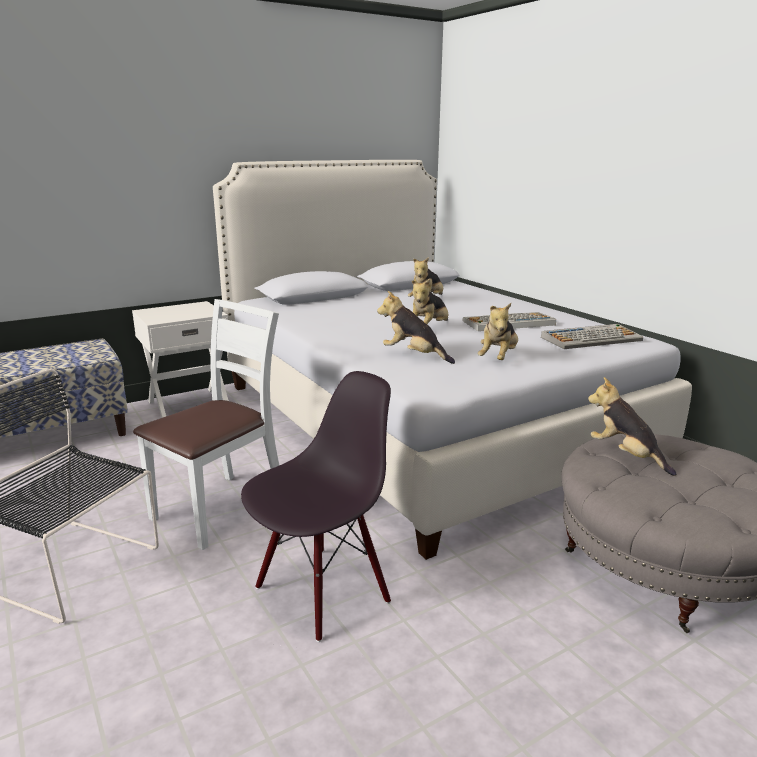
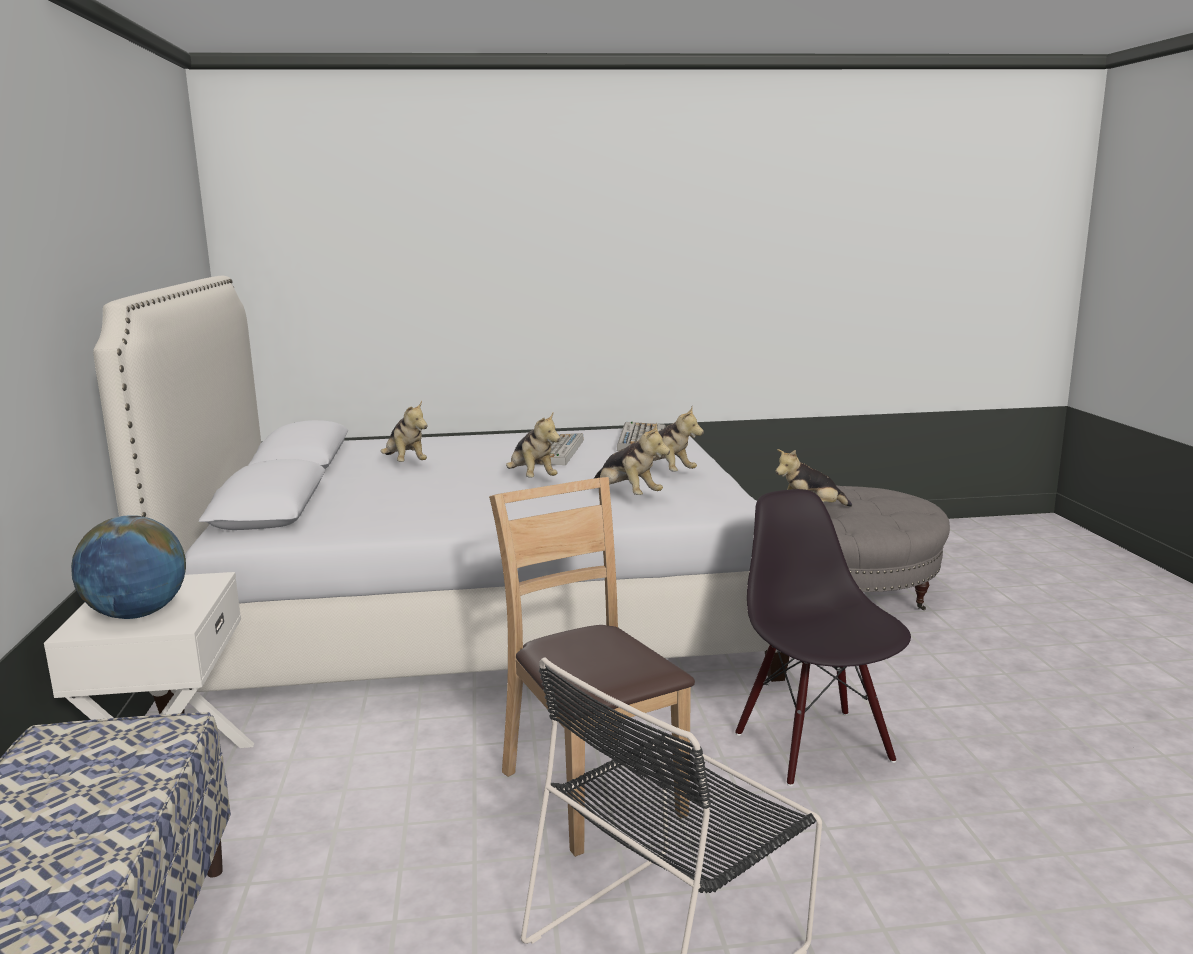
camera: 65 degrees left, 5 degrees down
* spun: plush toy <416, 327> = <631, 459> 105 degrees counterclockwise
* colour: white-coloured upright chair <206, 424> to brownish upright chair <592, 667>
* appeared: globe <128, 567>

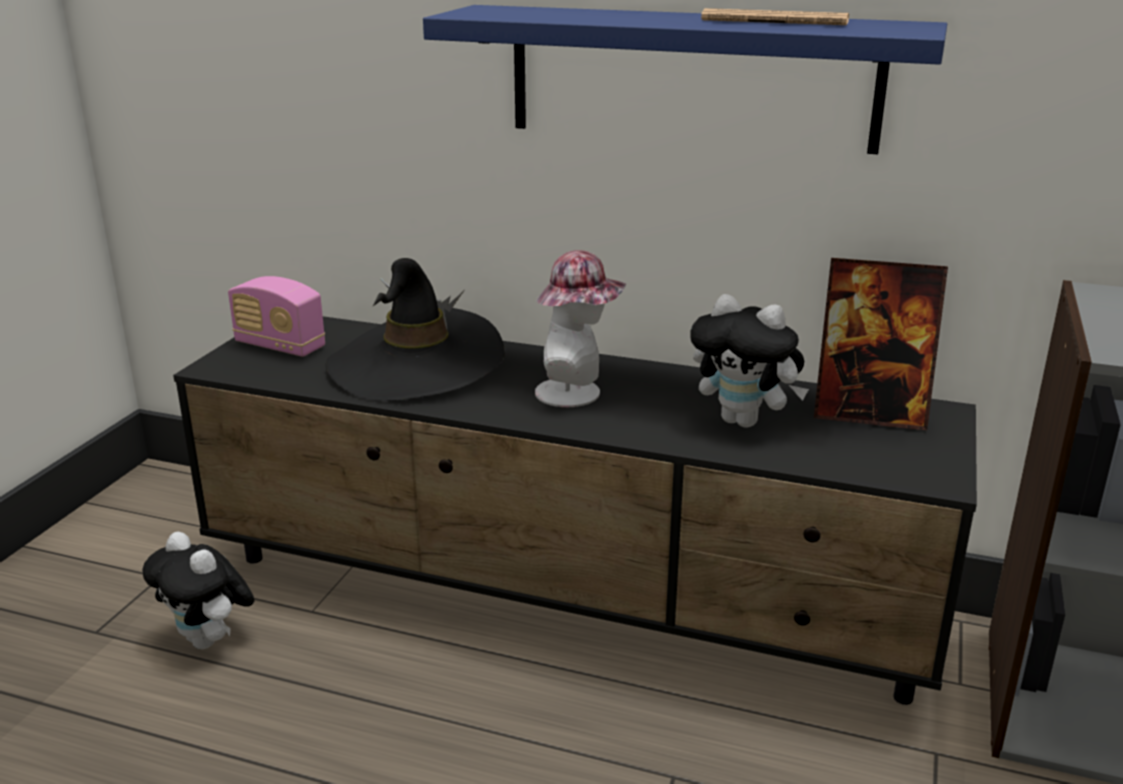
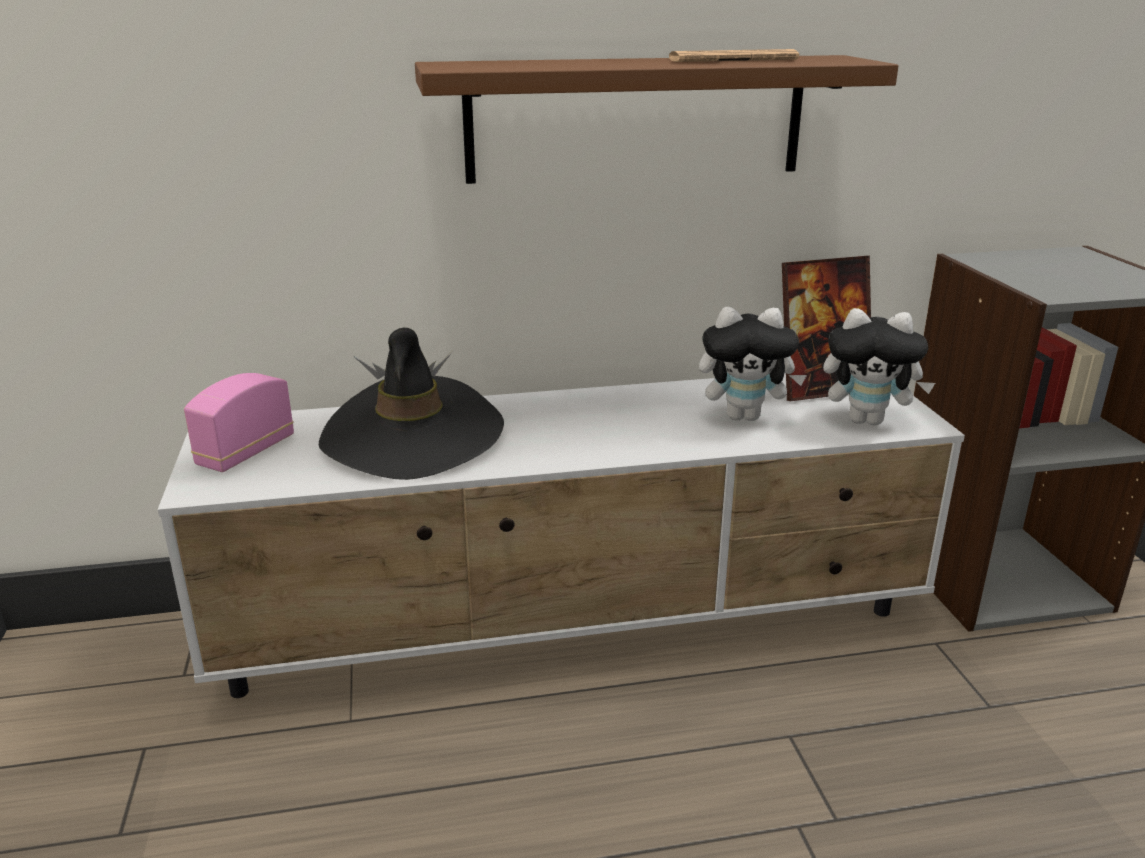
camera: 30 degrees left, 0 degrees up
* colour: blue-coloured shelf <685, 79> to brownish shelf <656, 119>
* missing: clothing hat <581, 328>
* spun: radio <276, 316> = <239, 422> 120 degrees clockwise
* colour: black tv unit <575, 510> to white-coloured tv unit <561, 535>
* relocated: plush toy <198, 590> to <879, 366>

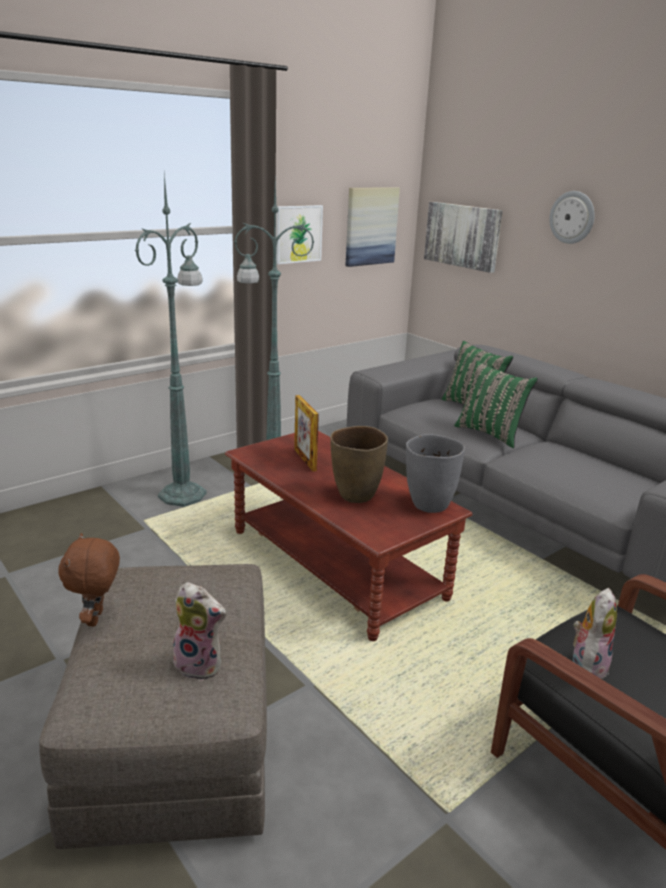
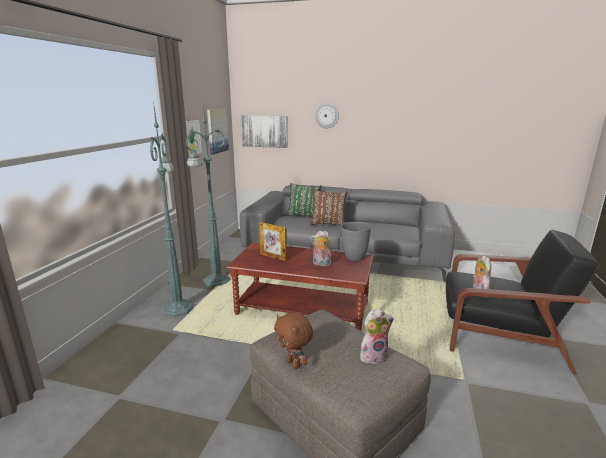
camera: 35 degrees left, 5 degrees down
* colour: greenish cushion <496, 404> to brownish cushion <329, 208>
* exchanged: brownish flower vase <359, 464> to plush toy <320, 248>

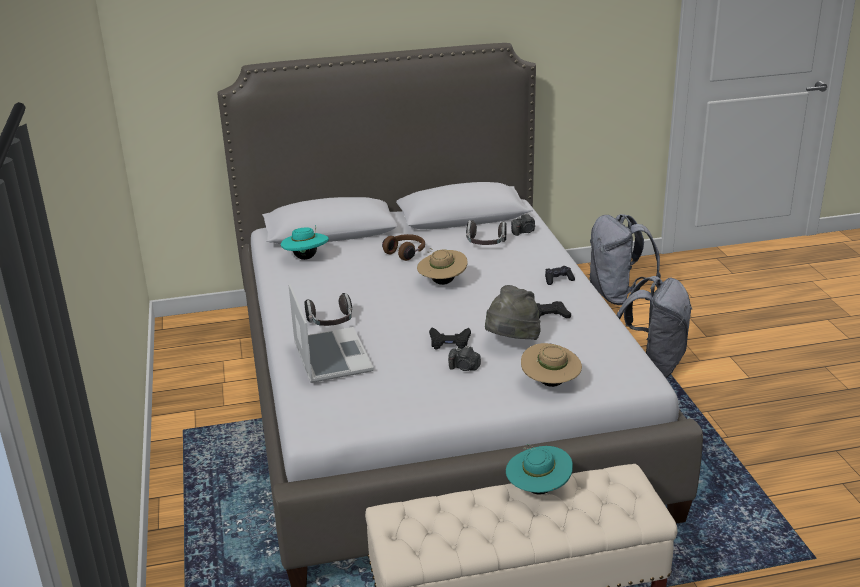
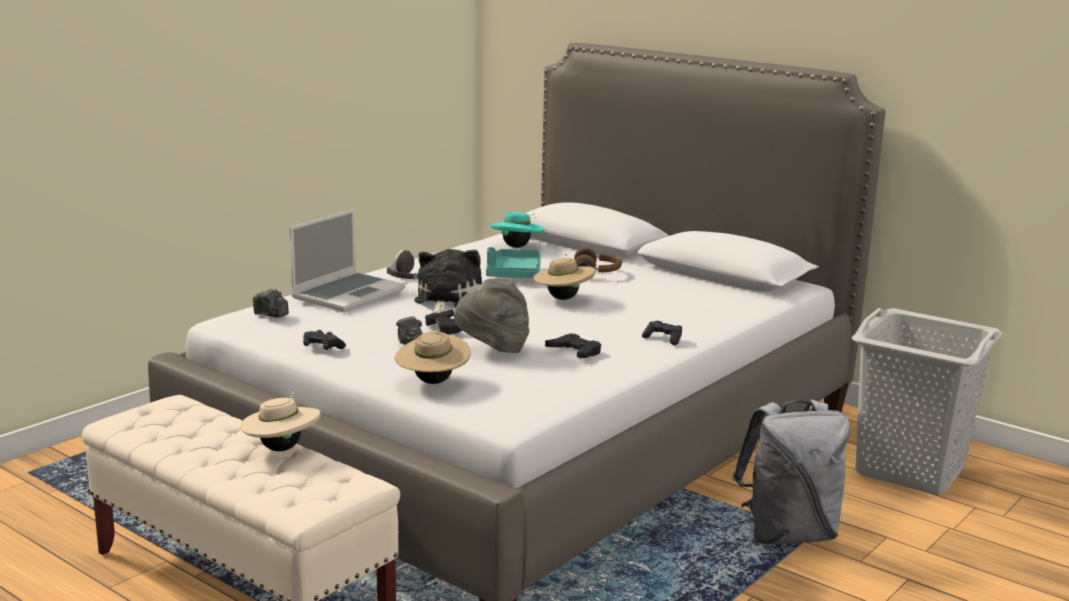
camera: 50 degrees right, 10 degrees down
* relocated: still camera <523, 225> to <271, 303>
* exchanged: gray rucksack <625, 259> to gray hamper <927, 401>
* missing: headset <486, 232>
* colour: turquoise-coloured clothing hat <539, 469> to beige-coloured clothing hat <280, 421>
* appeared: turquoise-coloured tray <513, 262>
* appeared: plush toy <448, 281>
* appeared: black game controller <324, 340>

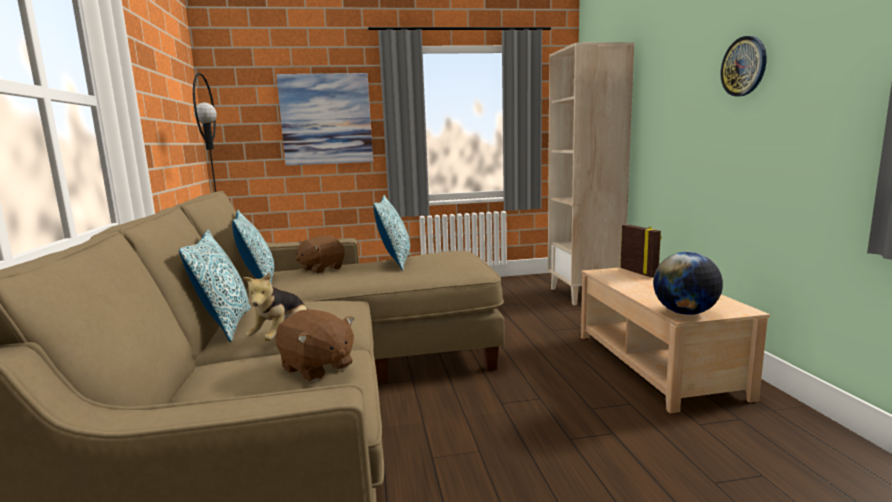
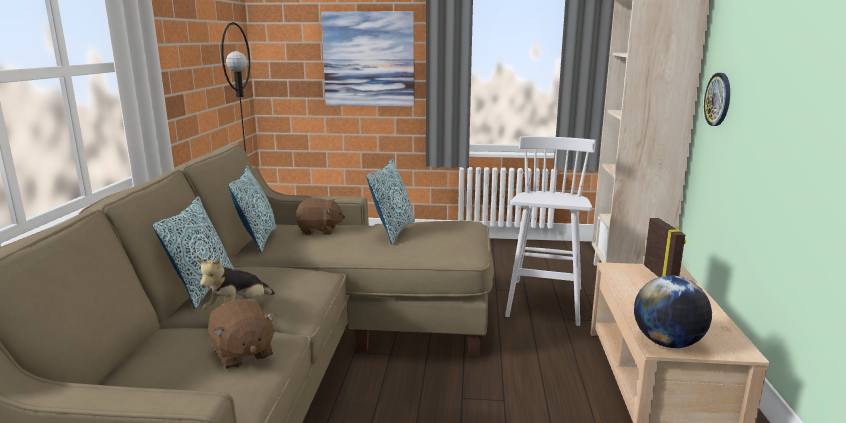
camera: 15 degrees right, 5 degrees up
* relocated: hanging clock <744, 66> to <717, 99>
* spun: brownish plush toy <320, 254> = <320, 216> 150 degrees counterclockwise
* appeared: white-coloured sitting stool <550, 231>

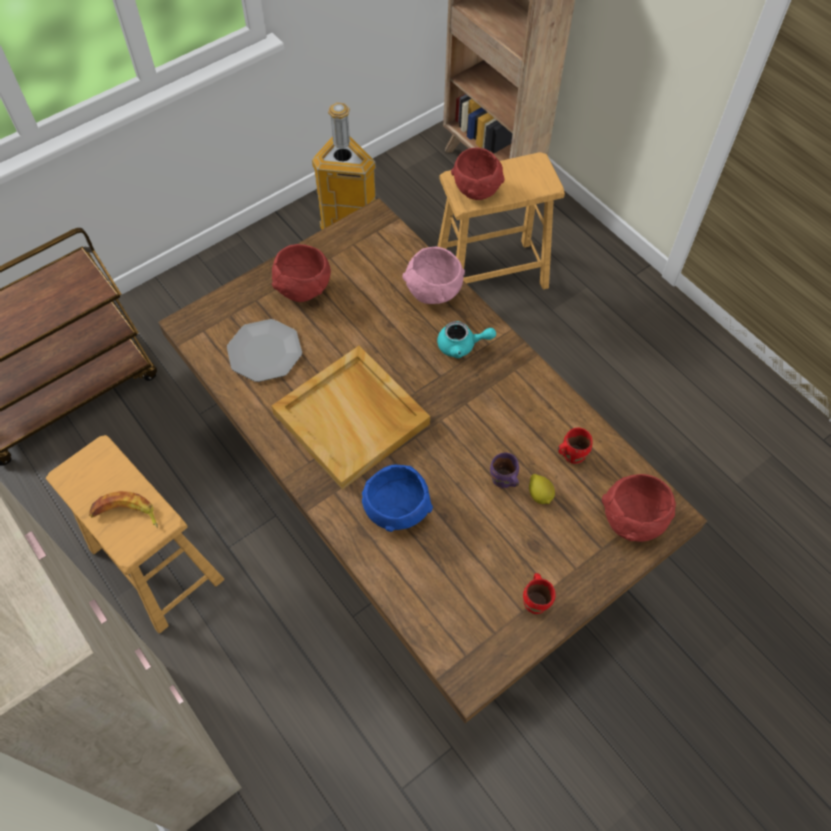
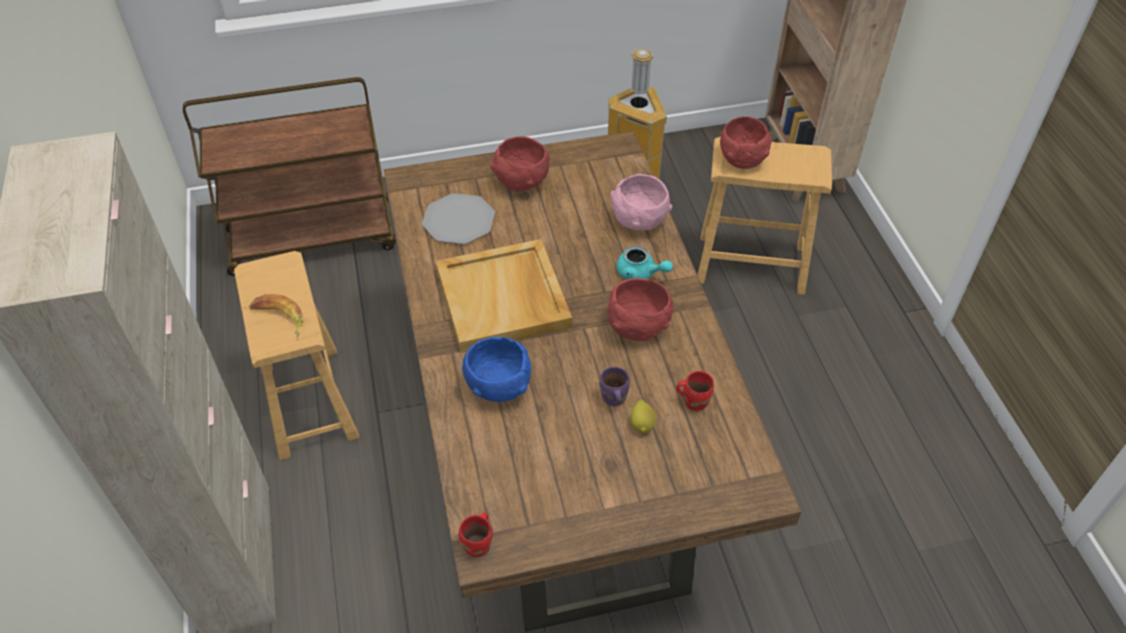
camera: 25 degrees right, 10 degrees down
* relocated: red deep dish <639, 508> to <640, 309>
* relocated: red mug <539, 593> to <476, 535>

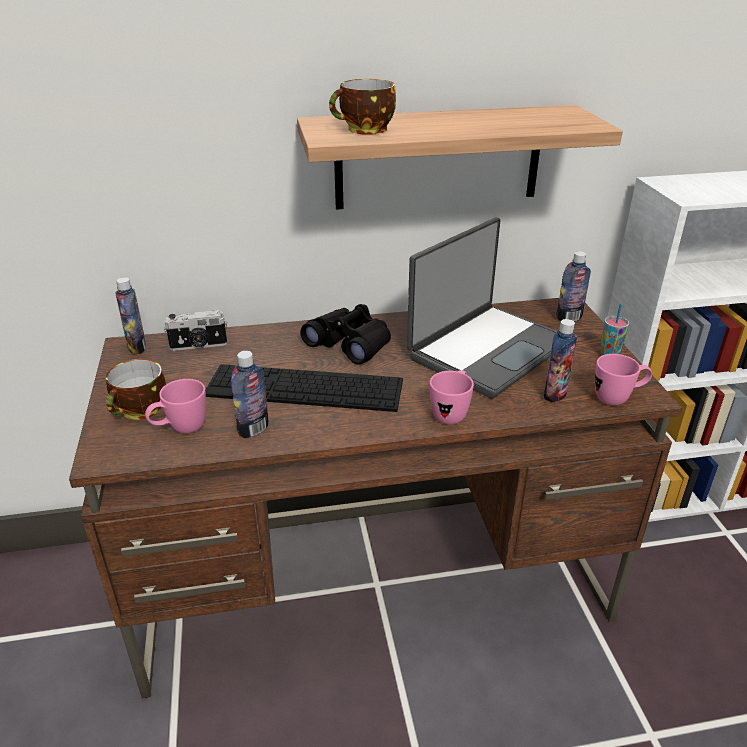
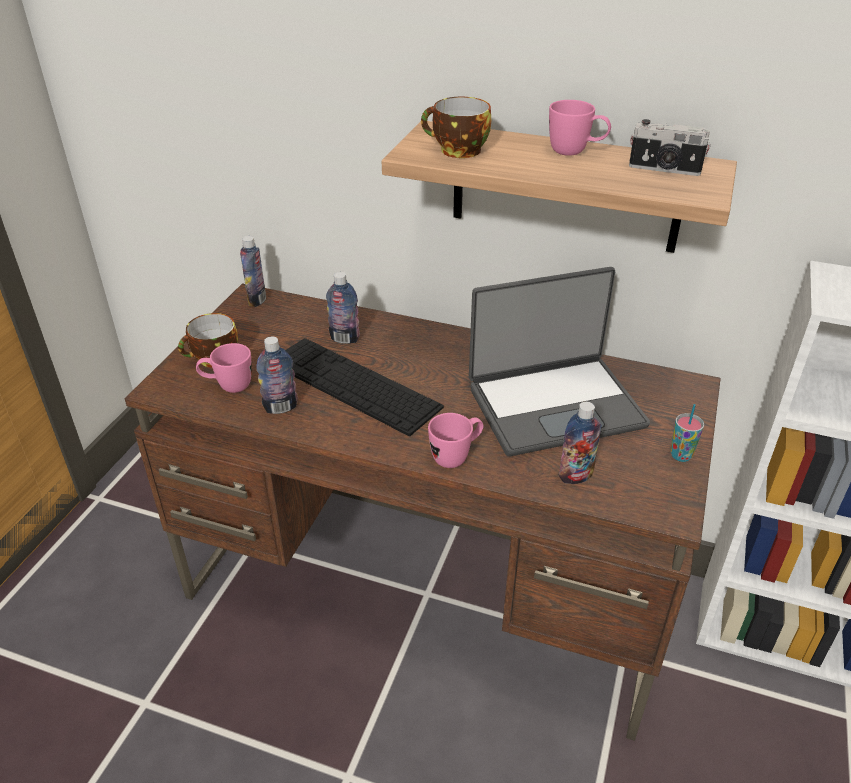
camera: 30 degrees right, 5 degrees up
* relocated: drink bottle <573, 286> to <343, 308>
* missing: black binoculars <345, 334>
* relocated: still camera <195, 330> to <670, 147>
* relocated: pink-coloured mug <623, 379> to <580, 128>

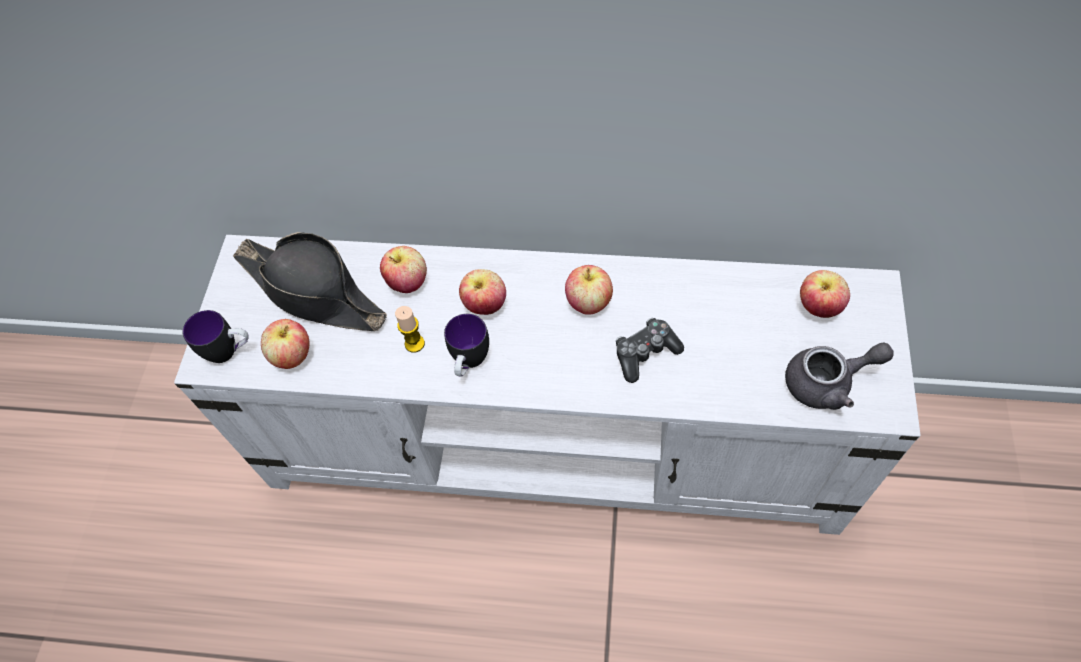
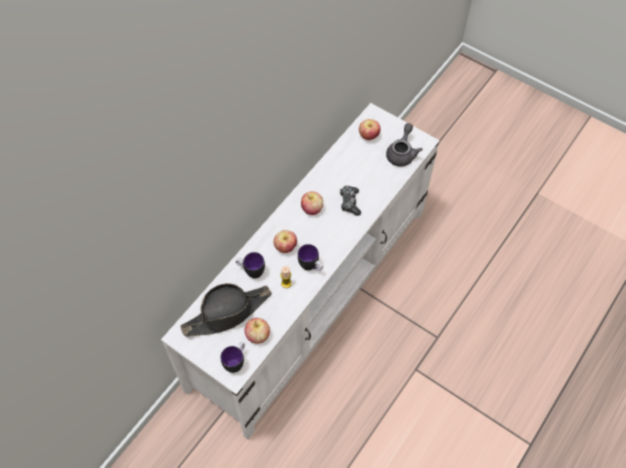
camera: 65 degrees left, 0 degrees up
* exchanged: apple fruit <403, 269> to mug <250, 265>

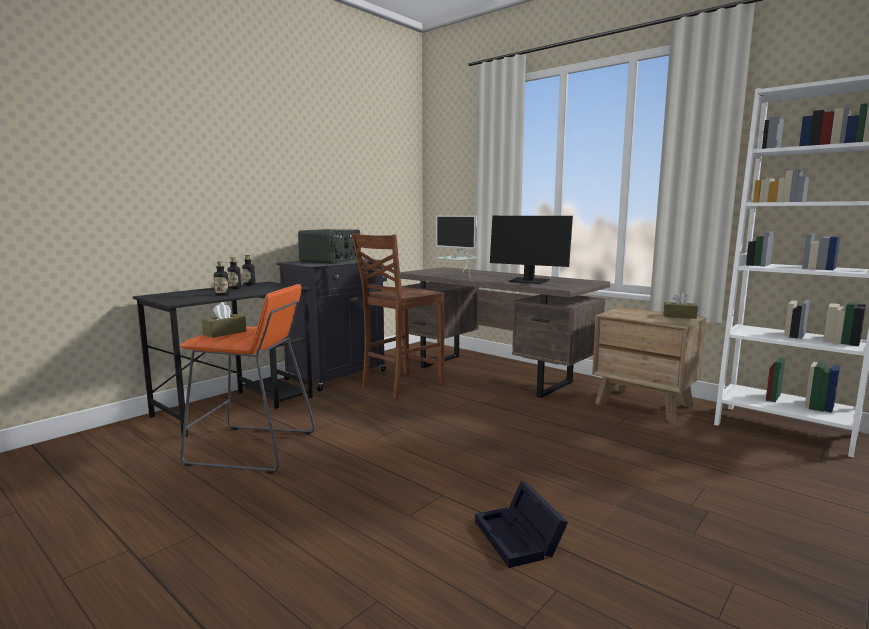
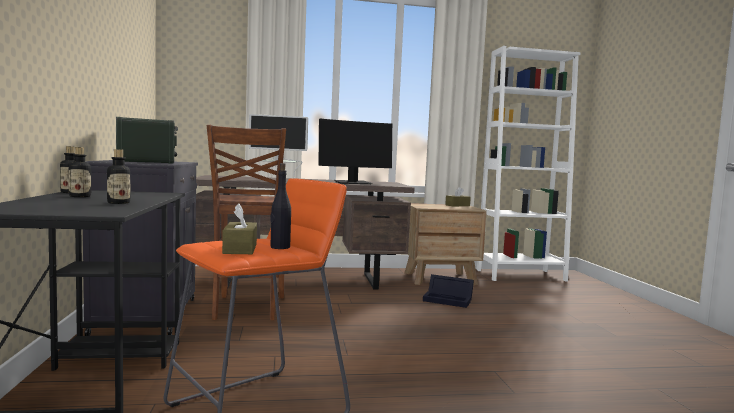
camera: 50 degrees left, 5 degrees down
* relocated: black storage container <521, 524> to <448, 291>
* appeared: black drink bottle <280, 206>

